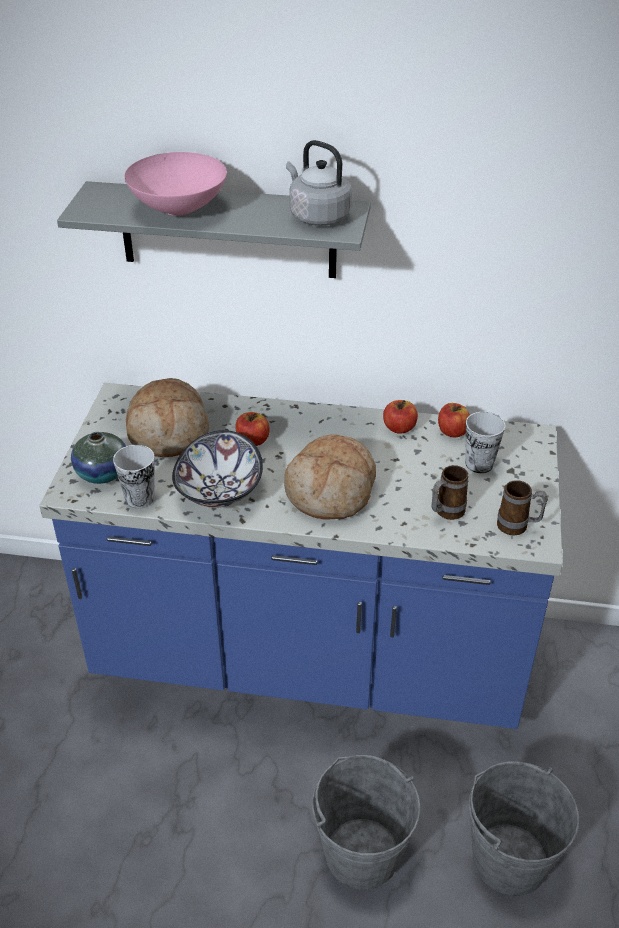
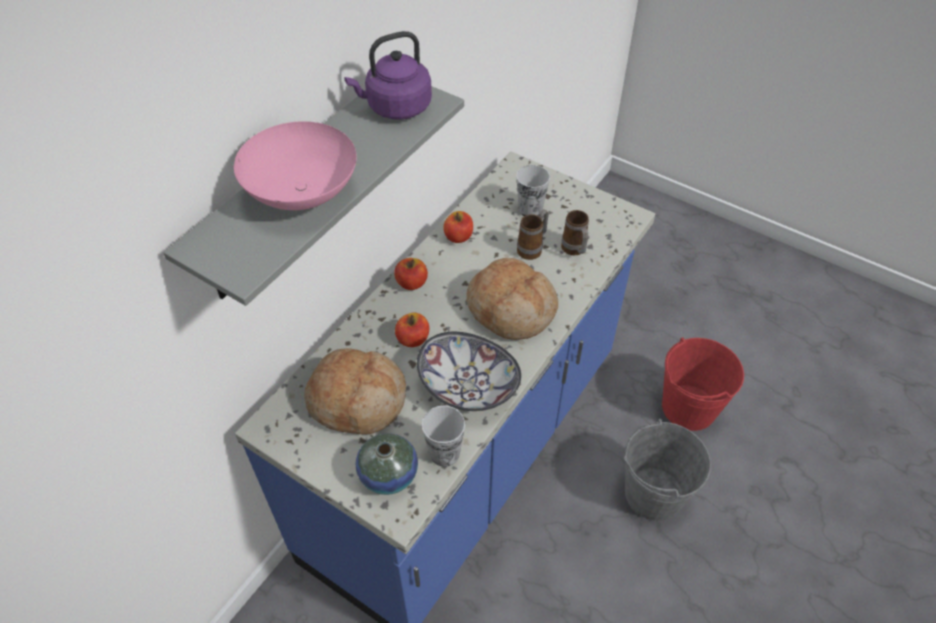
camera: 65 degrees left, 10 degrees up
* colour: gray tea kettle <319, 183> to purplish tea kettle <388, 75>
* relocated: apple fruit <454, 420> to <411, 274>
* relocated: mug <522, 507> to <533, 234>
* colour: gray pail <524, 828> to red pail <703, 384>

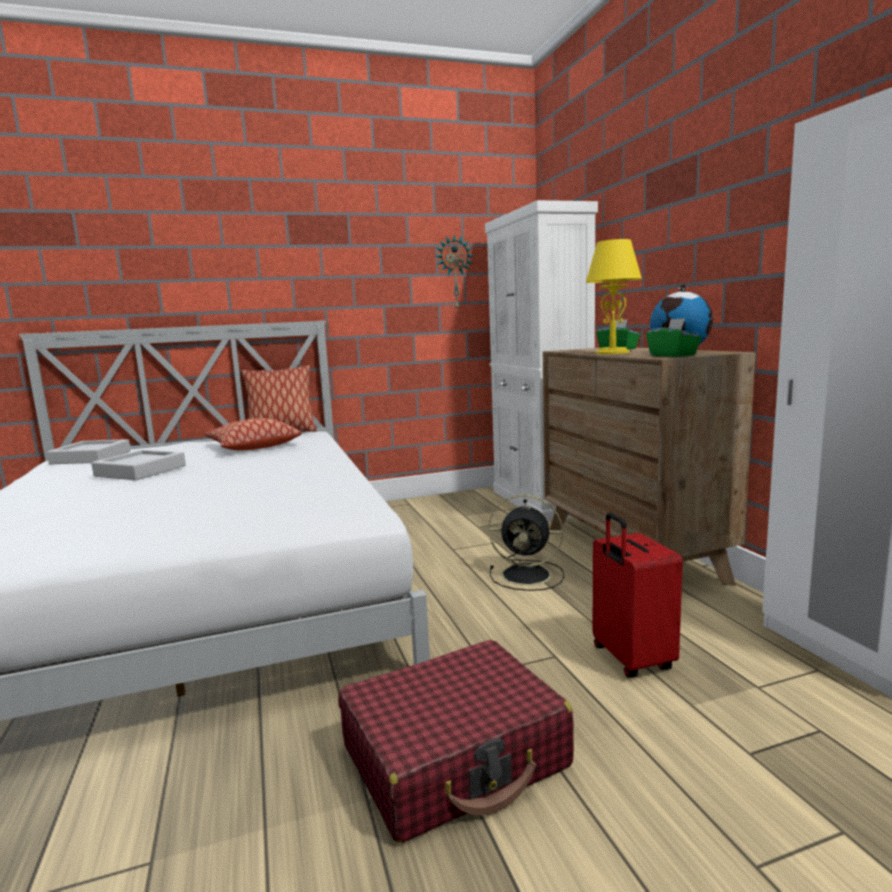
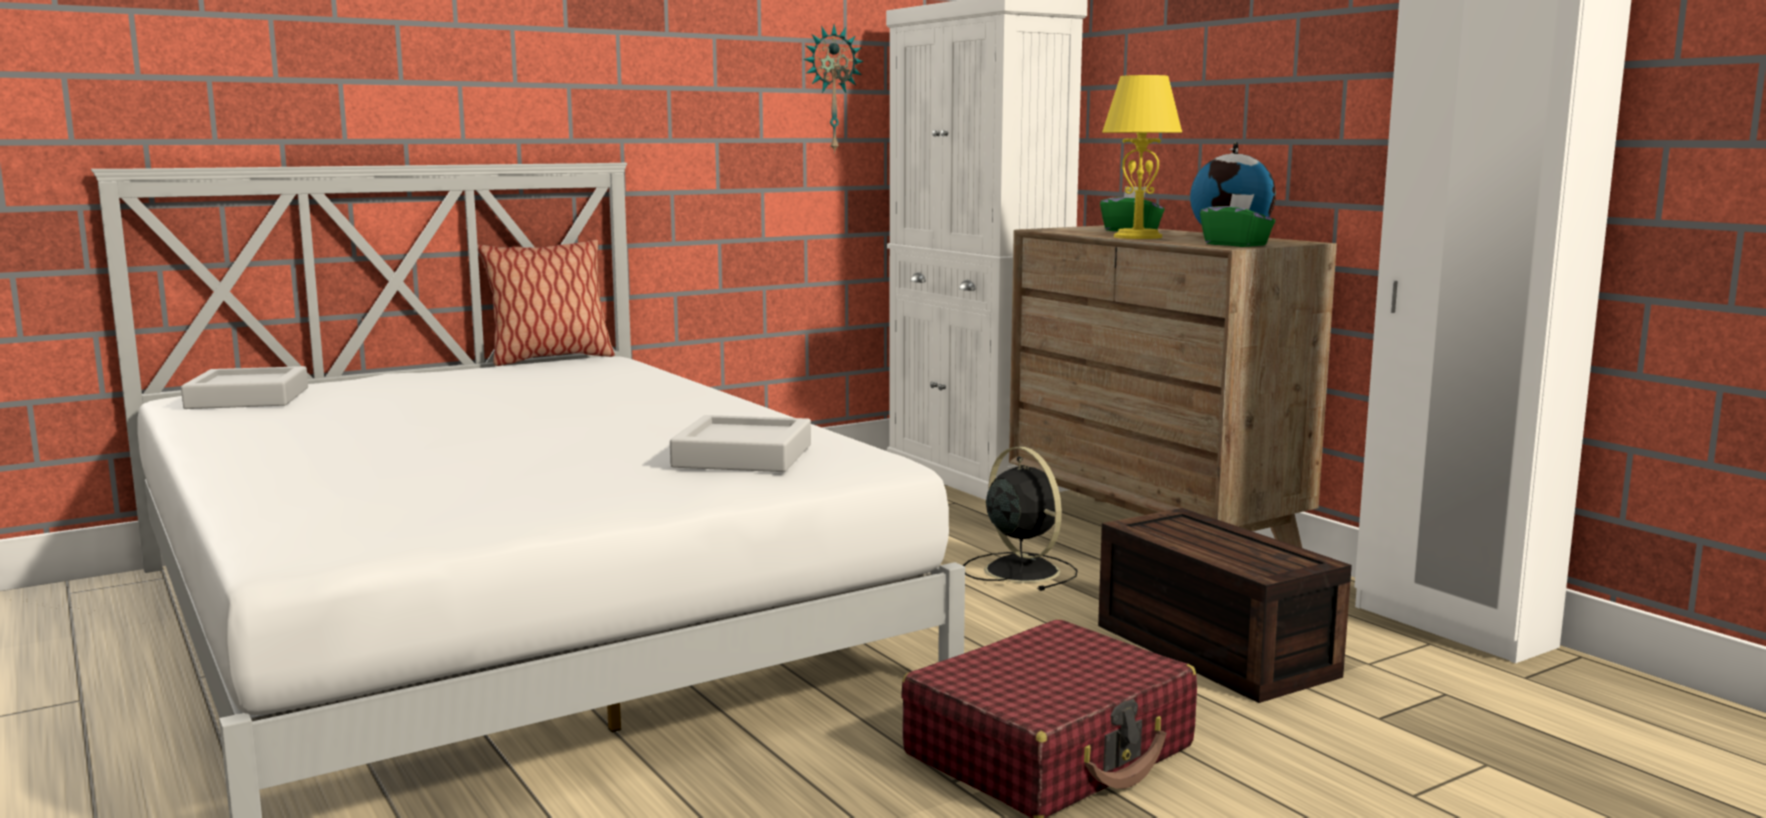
camera: 15 degrees left, 0 degrees up
* missing: cushion <253, 434>
* relocated: gray tray <138, 465> to <740, 443>
* spun: black cooling fan <526, 543> = <1020, 519> 120 degrees counterclockwise
* exchanged: red piece of luggage <638, 595> to brownish storage container <1225, 605>

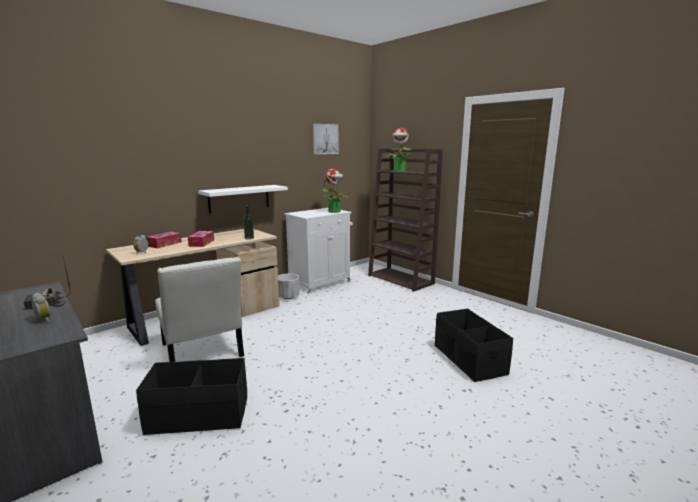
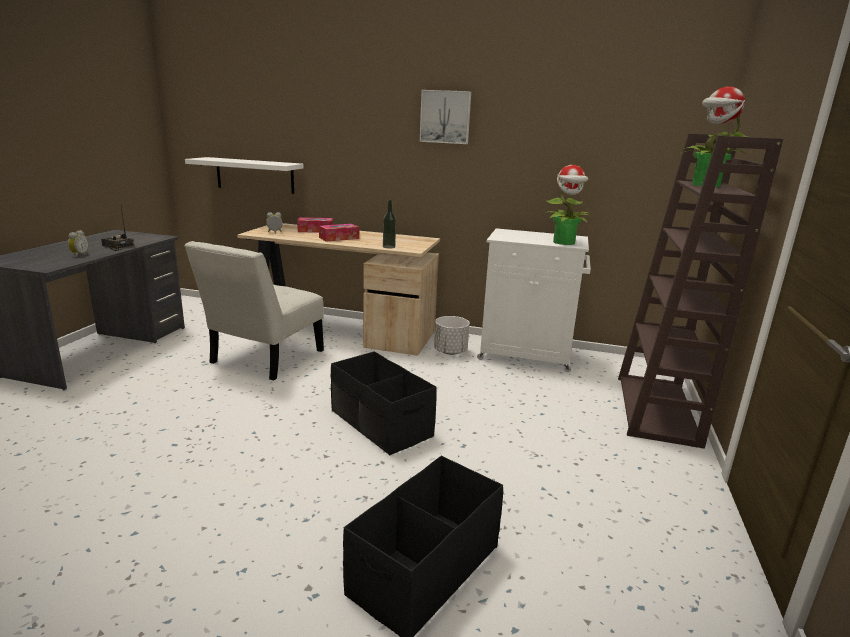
camera: 55 degrees right, 5 degrees up
* relocated: wall art <326, 139> to <445, 117>
* relocated: white-coloured shelf <243, 199> to <244, 175>
* relocated: black storage container <191, 396> to <384, 403>

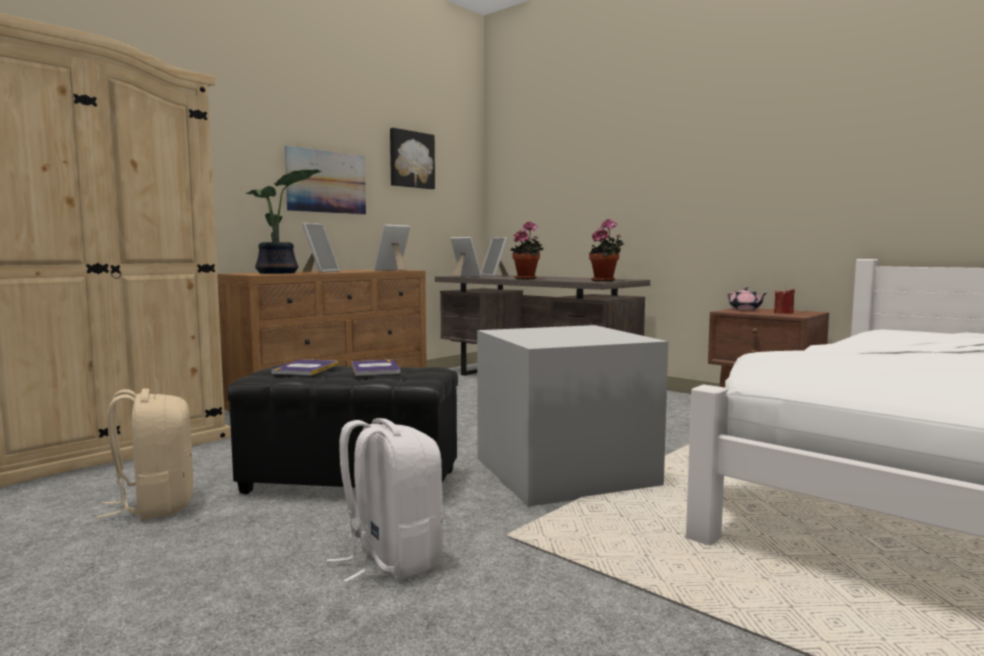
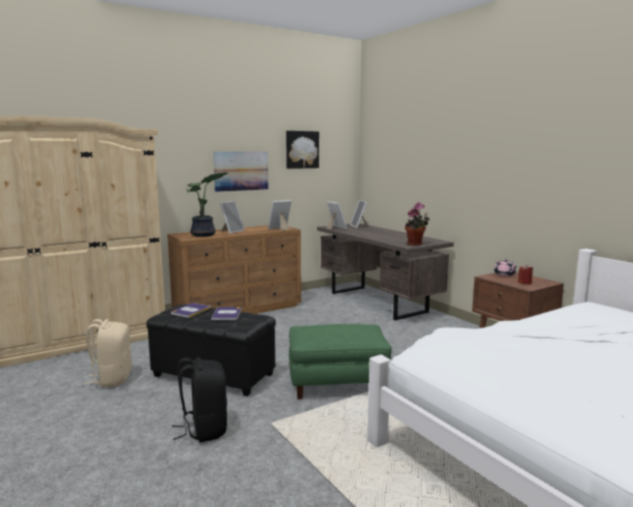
camera: 15 degrees right, 5 degrees up
* missing: plant in a pot <527, 250>
* exchanged: gray storage container <573, 416> to greenish pouffe <340, 361>
* colour: white-coloured rucksack <385, 500> to black rucksack <199, 399>

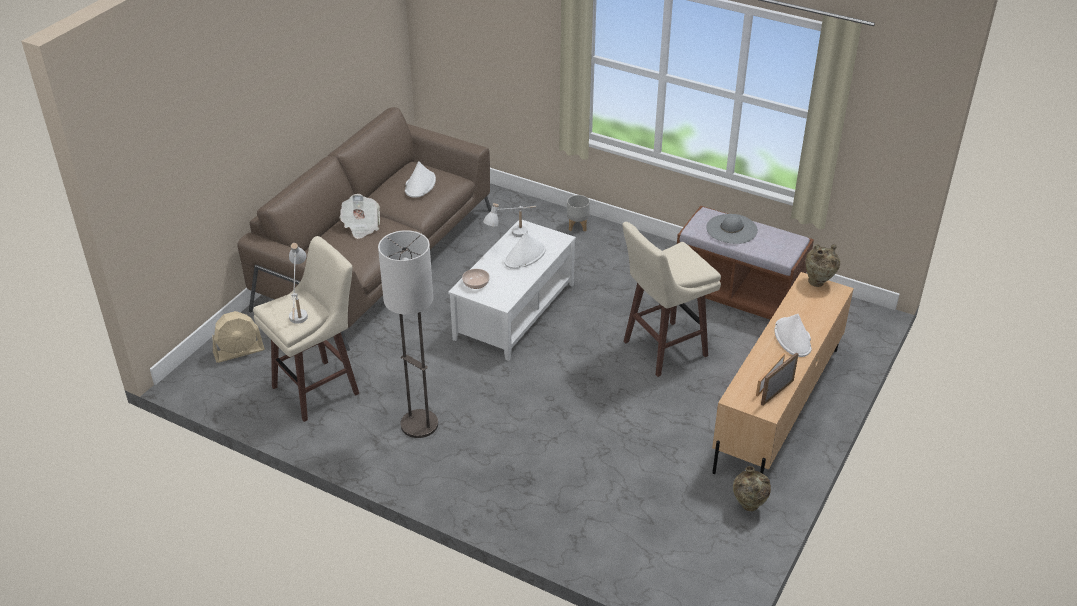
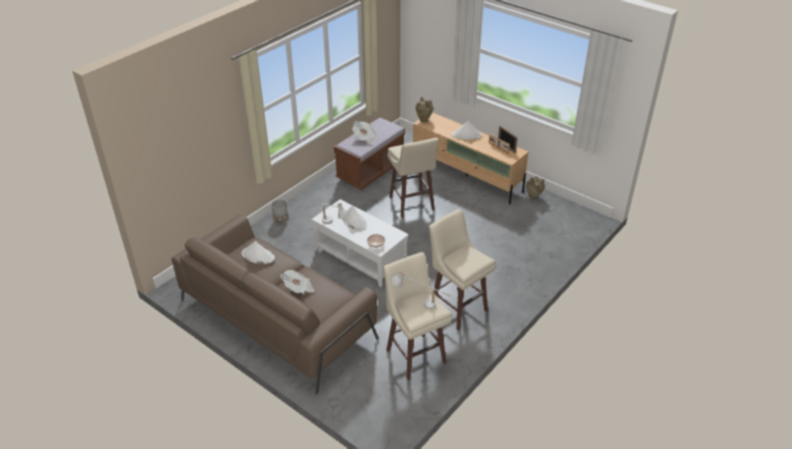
camera: 80 degrees left, 0 degrees up
* exchanged: gray clothing hat <732, 229> to newspaper <364, 132>
* exchanged: standard lamp <408, 334> to beige-coloured sitting stool <462, 270>
* missing: beige-coloured cooling fan <239, 337>

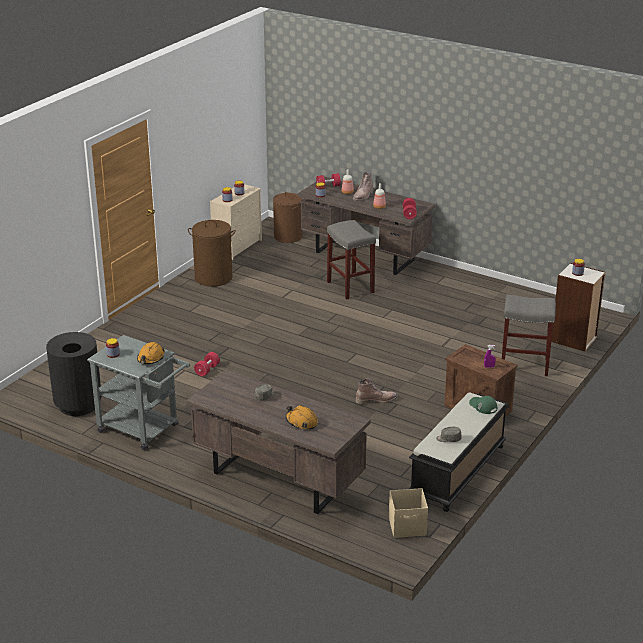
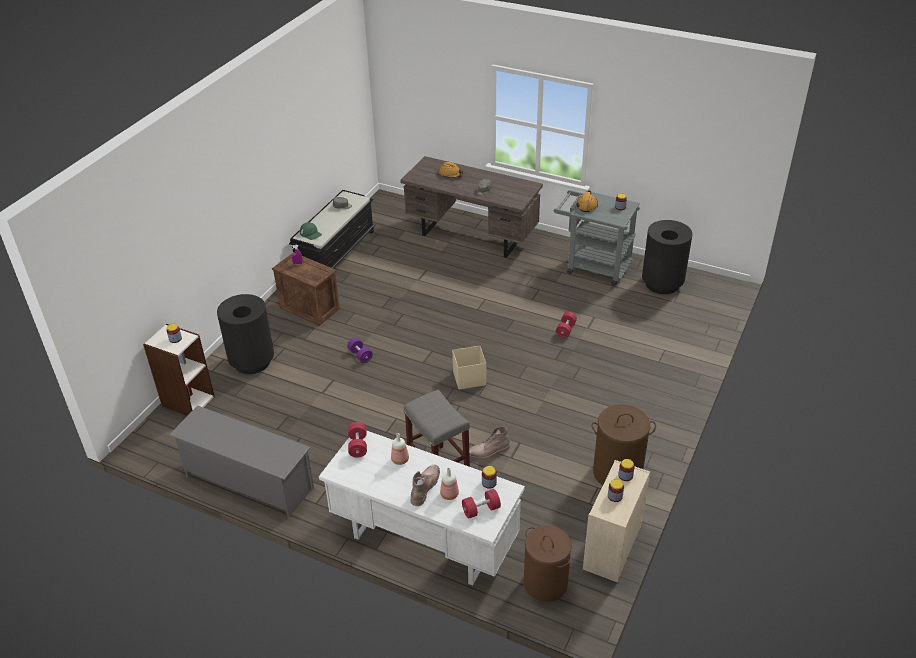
camera: 175 degrees right, 10 degrees up
* colour: brownish desk <366, 225> to white-coloured desk <422, 507>
* exchanged: gray sitting stool <529, 335> to black trash can <245, 334>
* relocated: brownish boot <376, 391> to <489, 442>
* relocated: beige-coloured storage container <408, 513> to <469, 368>
* appeared: purplish hand weight <360, 350>
* appeared: gray shoe shelf <241, 461>

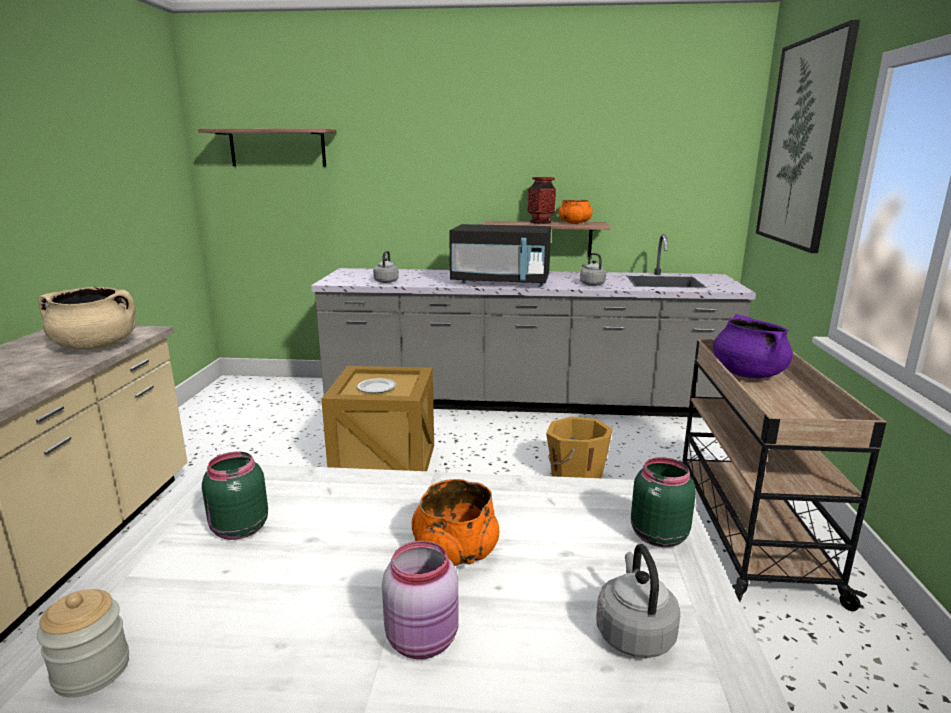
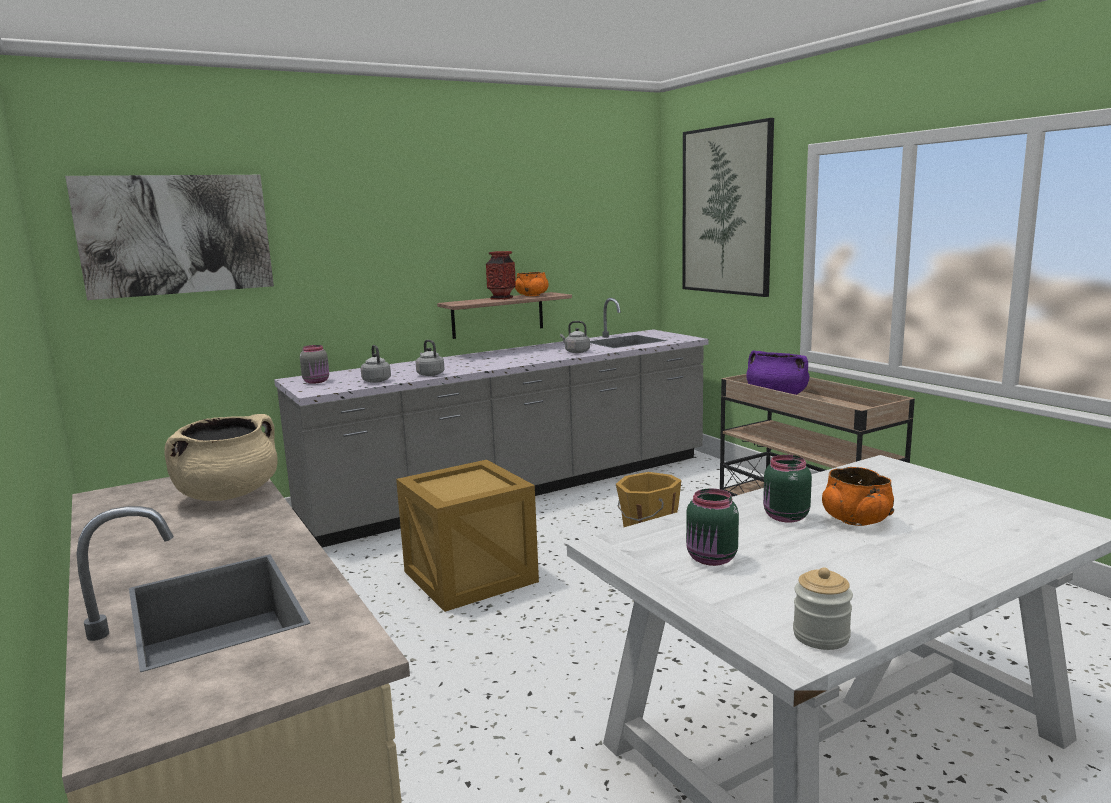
camera: 35 degrees left, 5 degrees down
* exchanged: shelf <267, 147> to wall art <169, 237>
* missing: black microwave oven <500, 255>
* missing: dinner plate <376, 385>
* relocated: greenish preserve jar <663, 502> to <787, 489>
* missing: pink-coloured preserve jar <420, 600>
* relocated: gray tea kettle <638, 601> to <430, 358>
* appeared: gray preserve jar <314, 364>

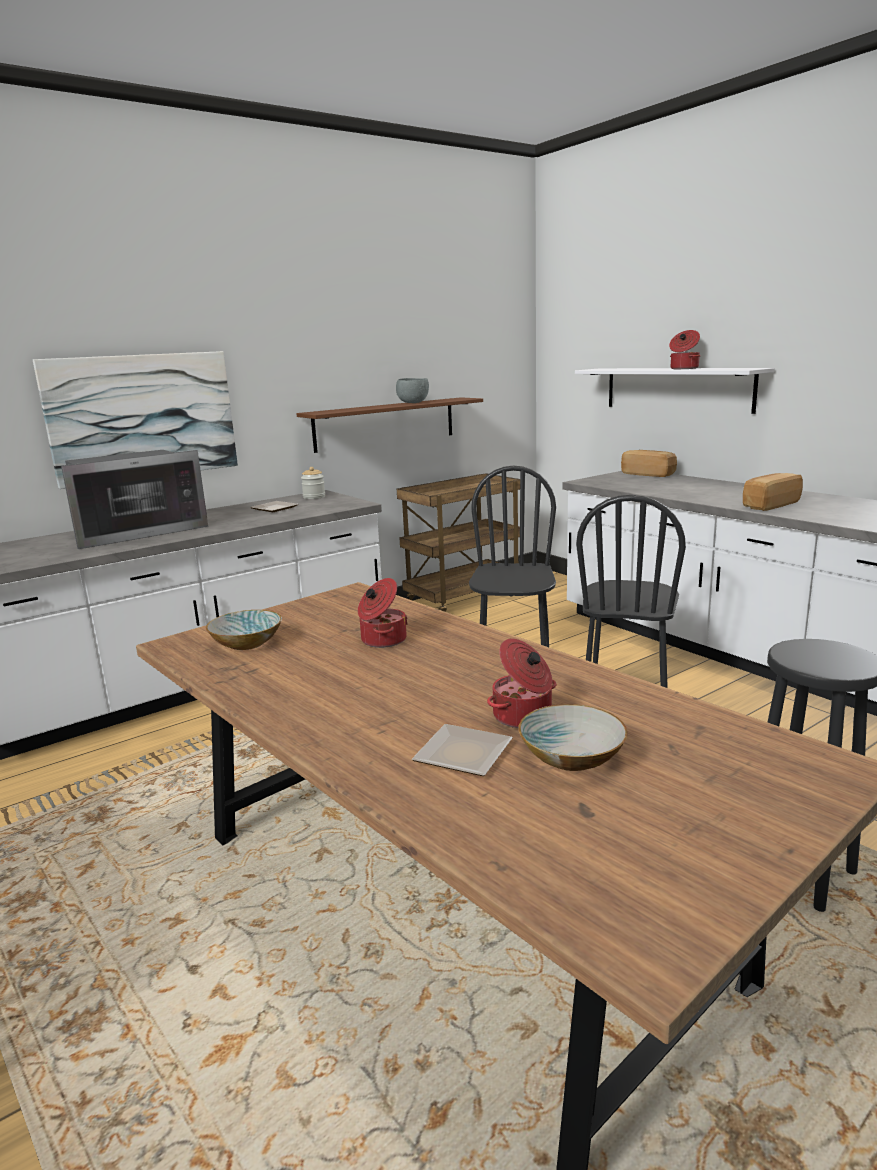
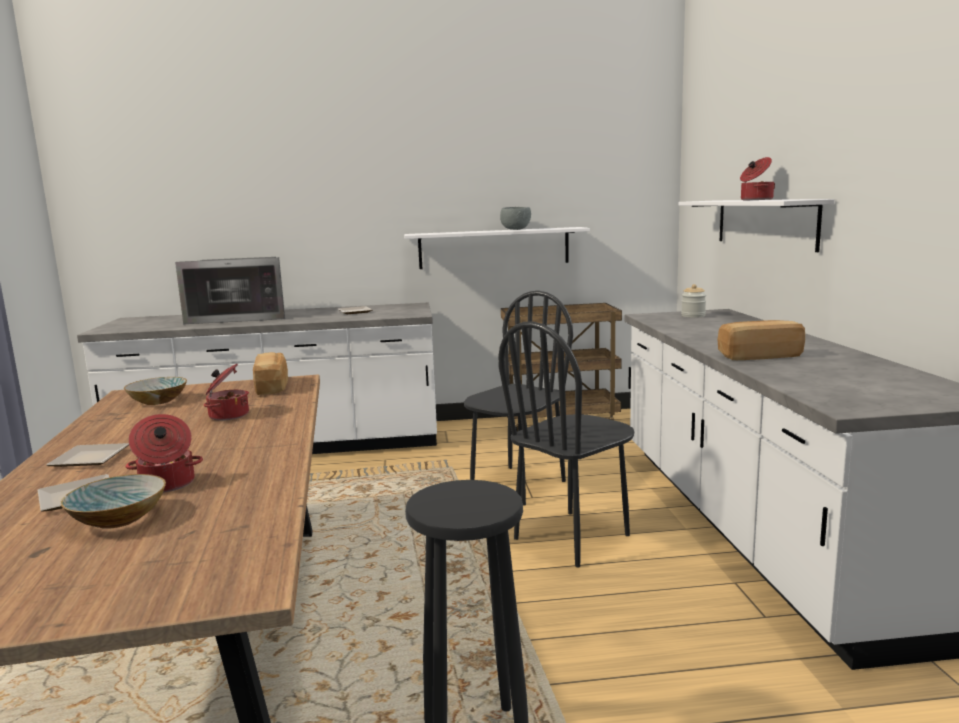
camera: 30 degrees right, 5 degrees down
* missing: wall art <135, 420>
* colour: brownish shelf <389, 425> to white-coloured shelf <497, 248>
* relocated: bread <649, 463> to <270, 373>
* relocated: preserve jar <313, 483> to <693, 301>
* appeared: dinner plate <87, 455>

